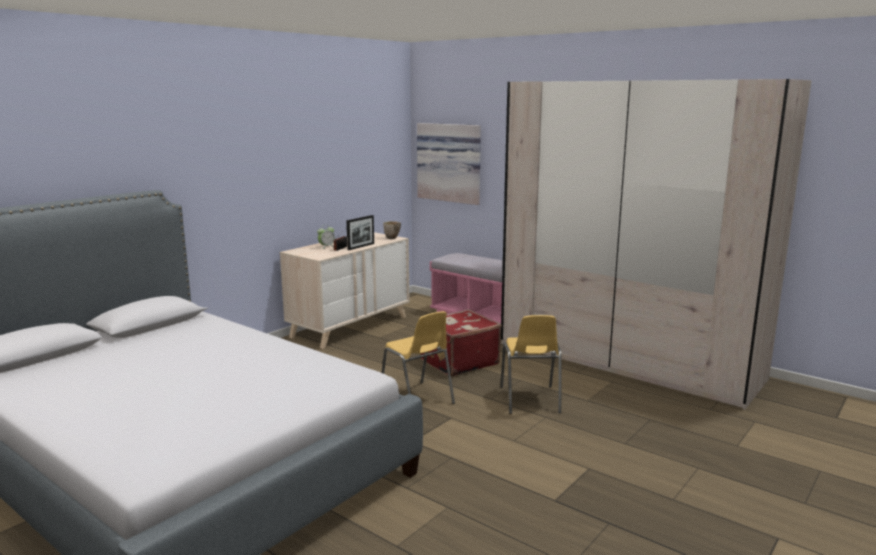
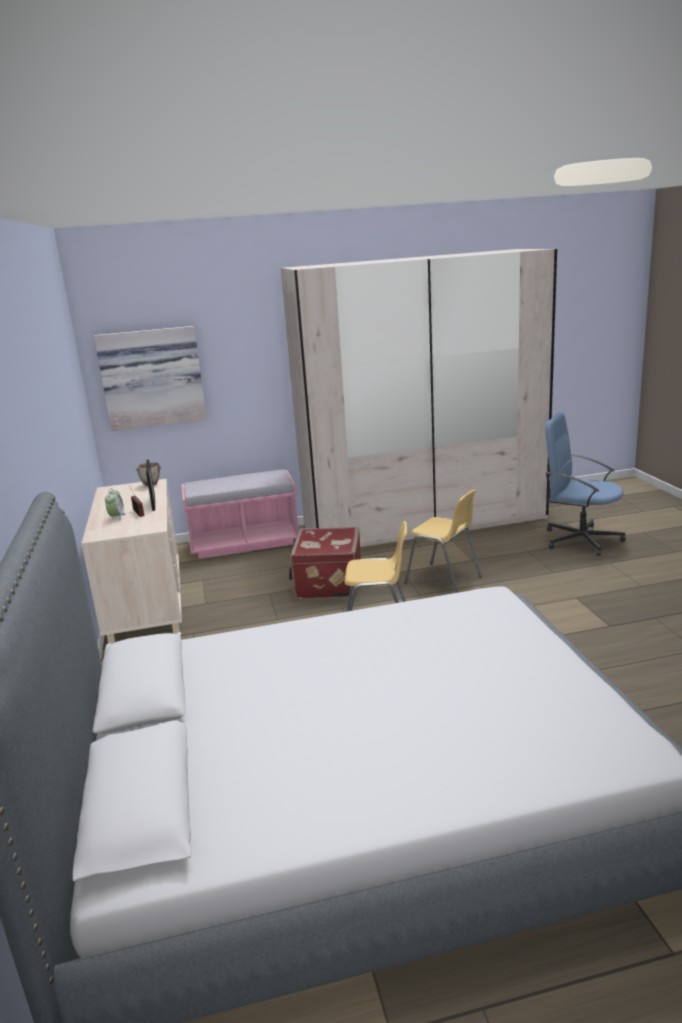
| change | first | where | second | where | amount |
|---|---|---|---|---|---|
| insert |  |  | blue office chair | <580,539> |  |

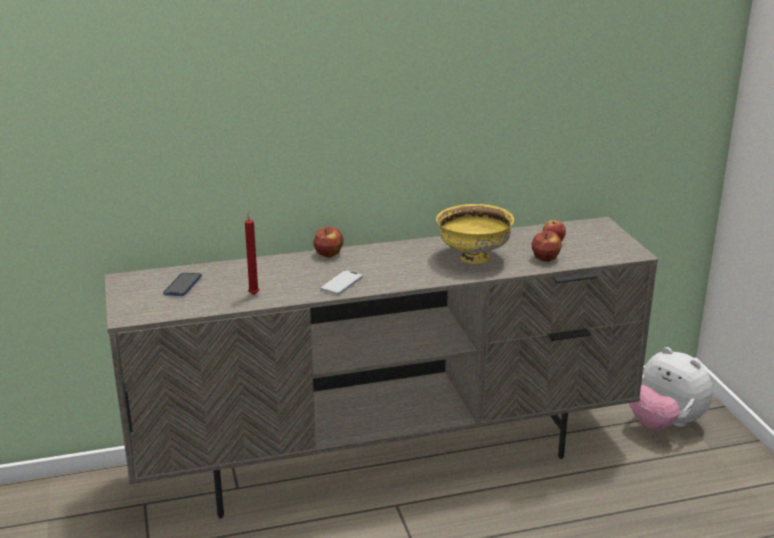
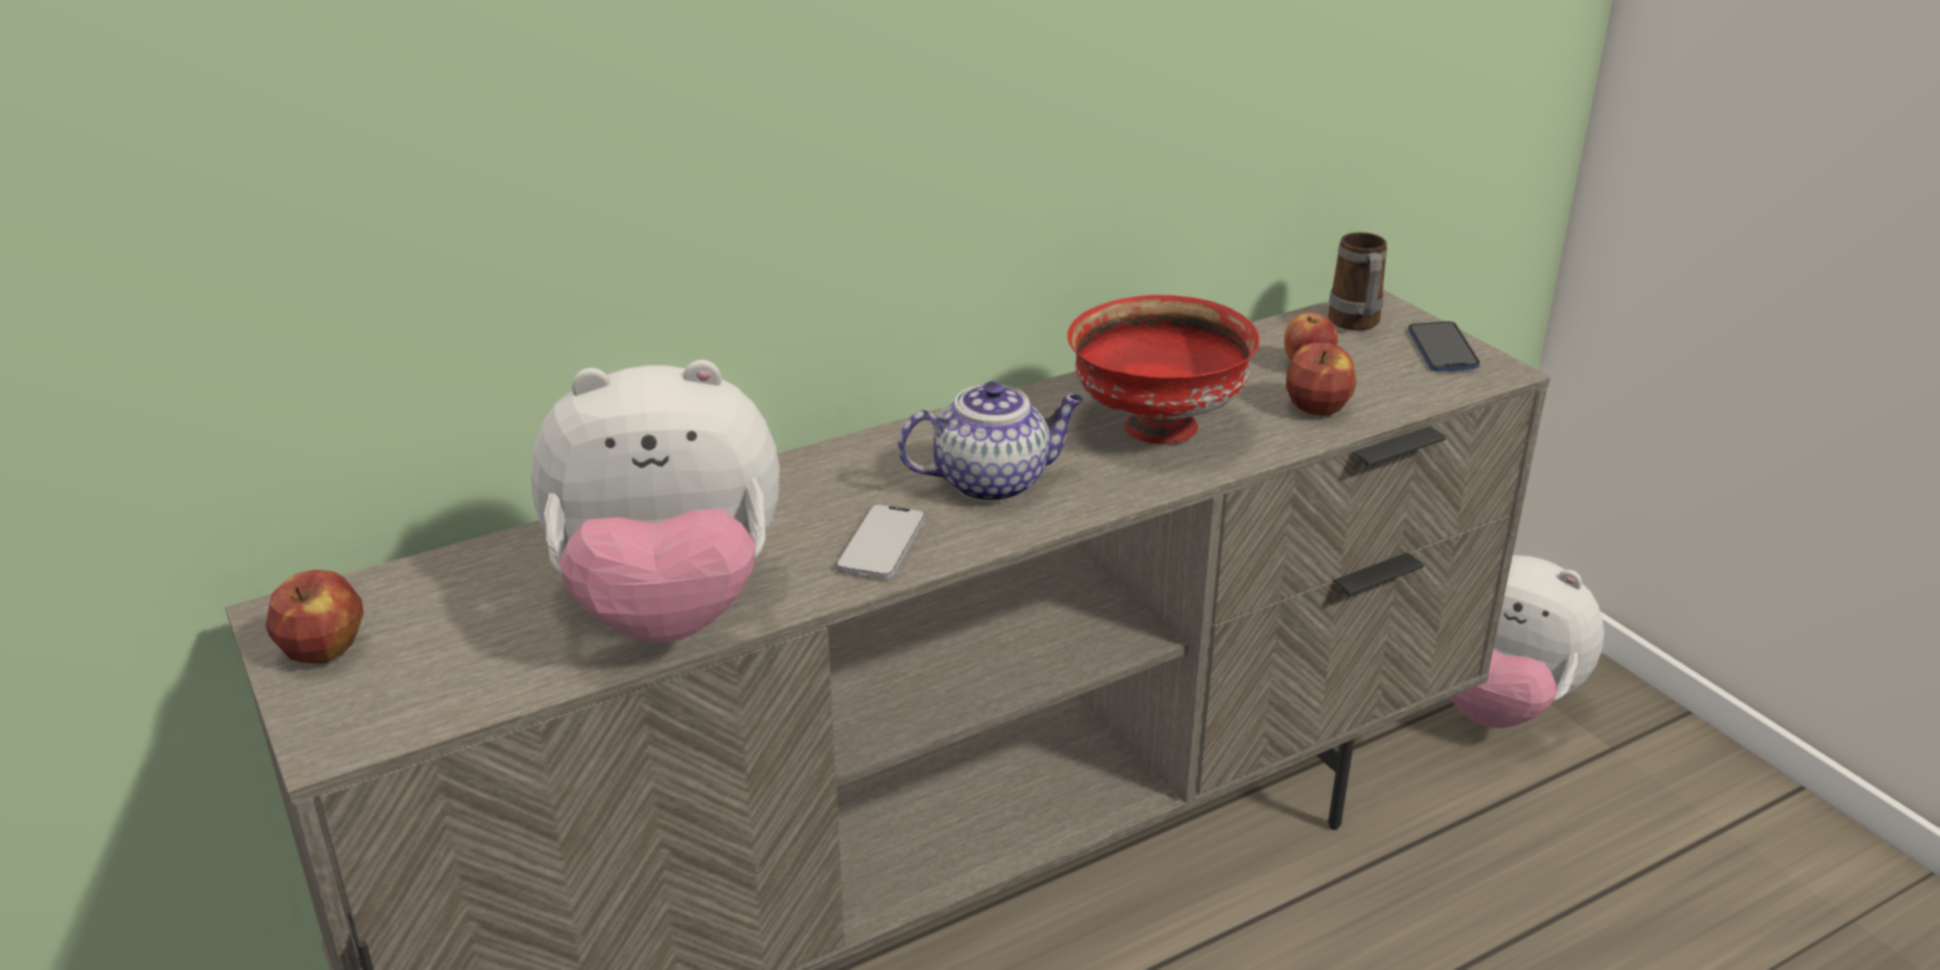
| change | first | where | second | where | amount |
|---|---|---|---|---|---|
| move | apple | <329,254> |  | <325,650> |  |
| replace | red candle | <254,294> | plush toy | <669,608> |  |
| insert |  |  | teapot | <993,481> |  |
| recolor | yellow bowl | <473,258> | red bowl | <1156,428> |  |
| insert |  |  | mug | <1356,325> |  |
| move | phone | <182,286> |  | <1442,349> |  |

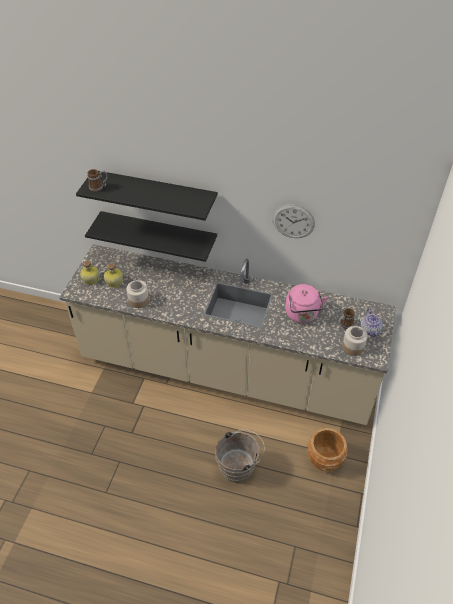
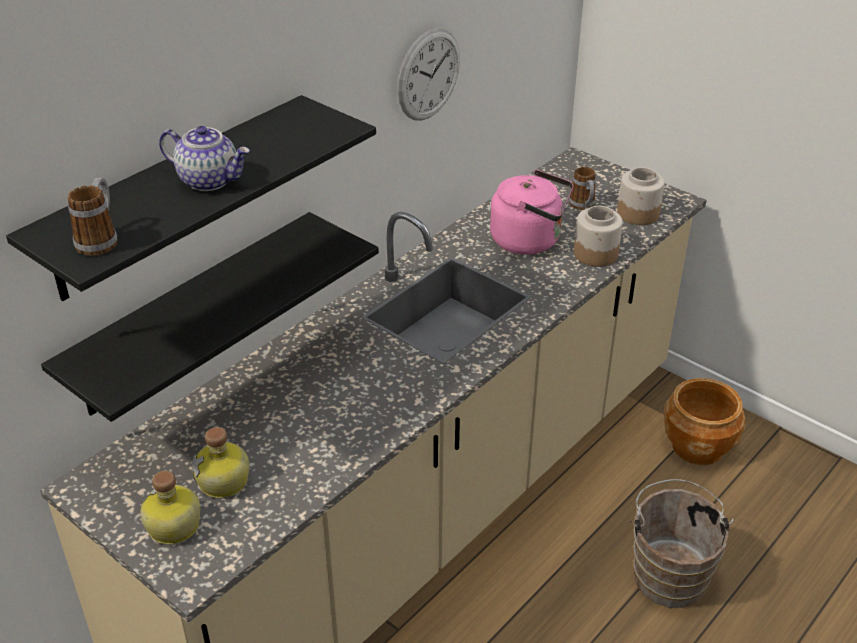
| change | first | where | second | where | amount |
|---|---|---|---|---|---|
| move | teapot | <370,330> |  | <210,180> |  |
| move | jar | <139,300> |  | <596,254> |  |

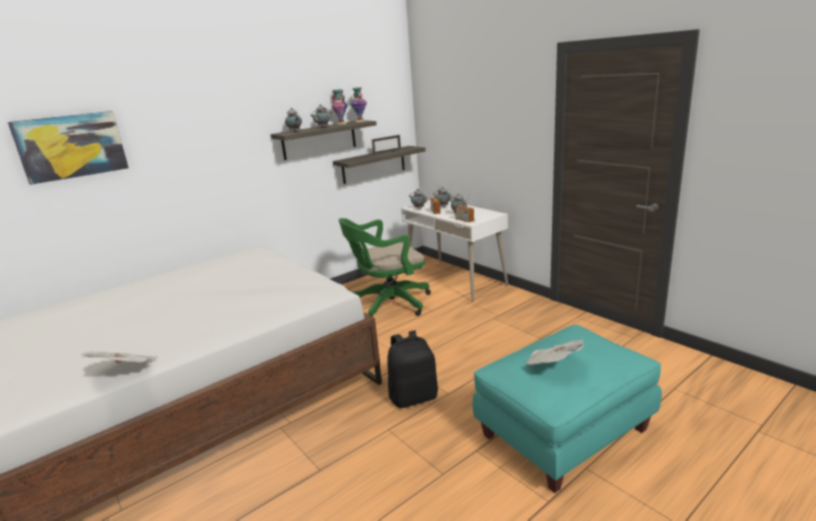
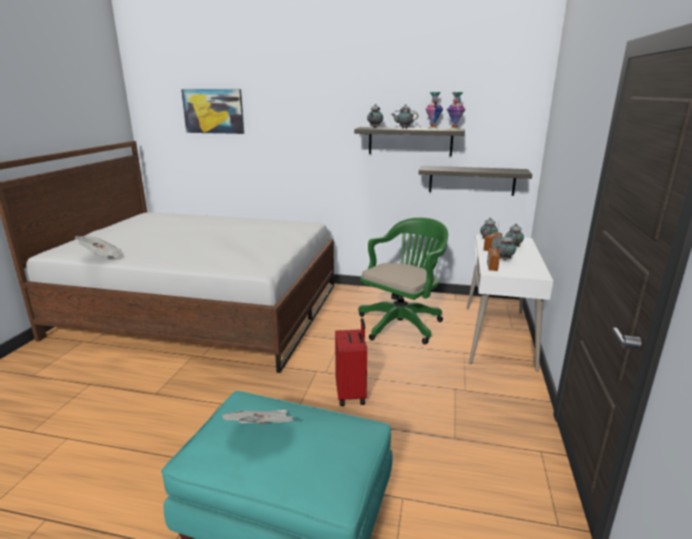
| change | first | where | second | where | amount |
|---|---|---|---|---|---|
| insert |  |  | red suitcase | <351,394> |  |
| rotate | green office chair | <388,304> |  | <402,323> | 105 degrees clockwise |
| delete | picture frame | <387,152> |  |  |  |
| delete | black backpack | <414,397> |  |  |  |

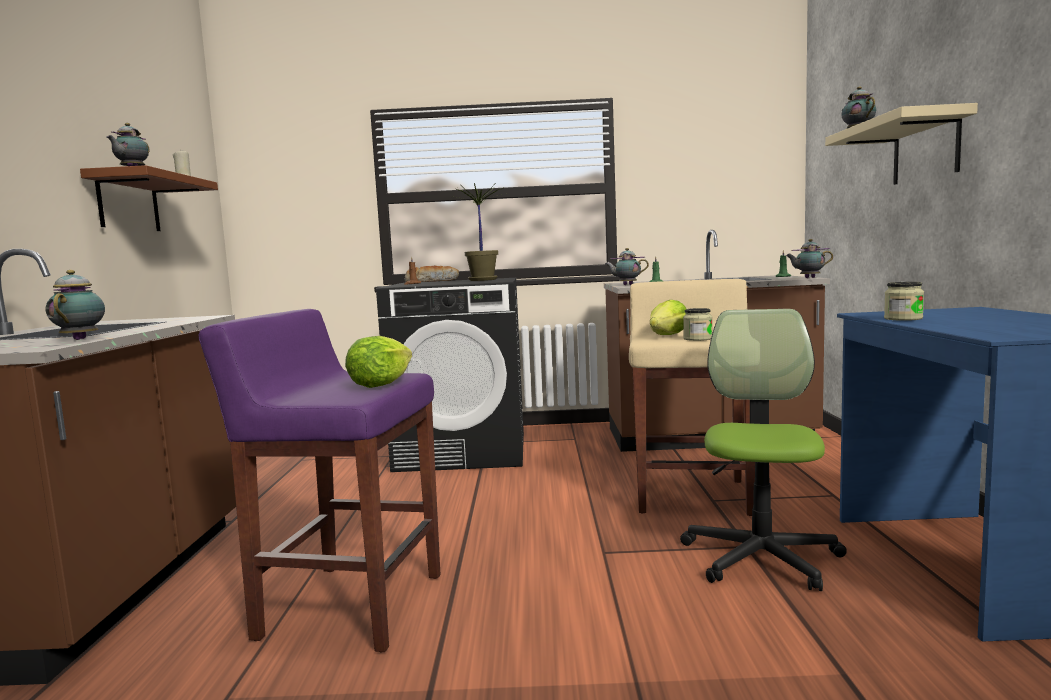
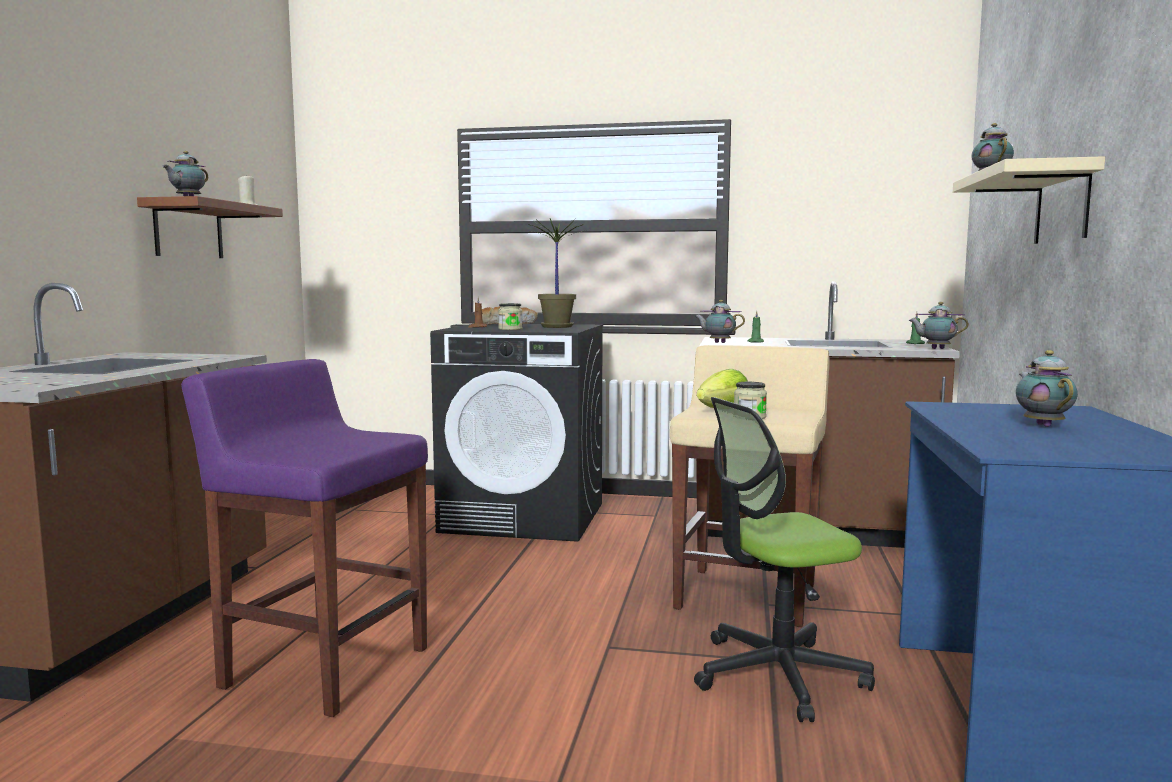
| change | first | where | second | where | amount |
|---|---|---|---|---|---|
| move | jar | <903,318> |  | <510,329> |  |
| rotate | office chair | <761,557> |  | <777,675> | 135 degrees counterclockwise |
| move | teapot | <82,339> |  | <1042,425> |  |
| delete | lettuce | <380,384> |  |  |  |

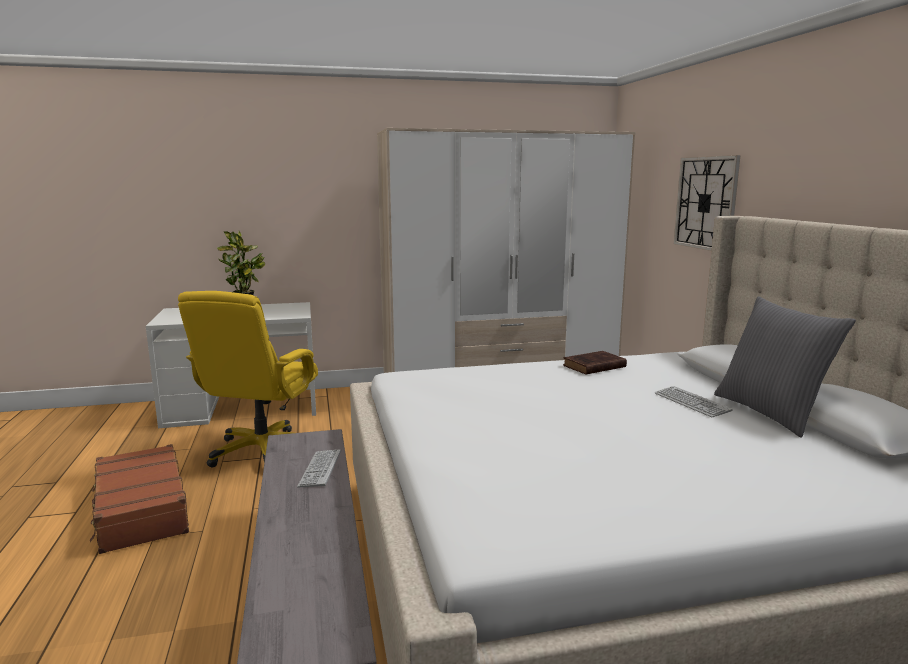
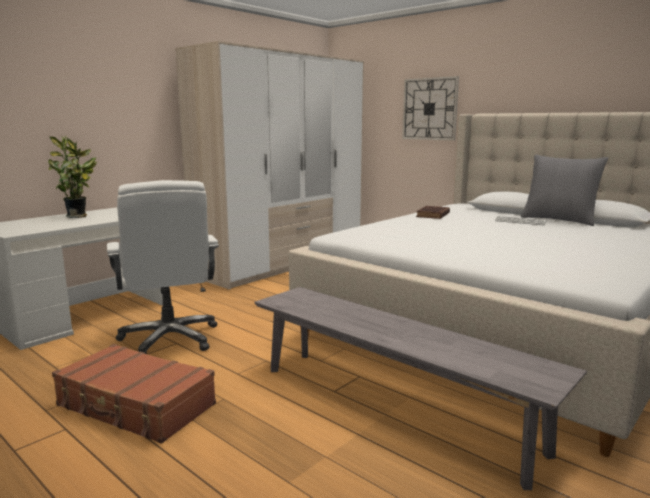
| change | first | where | second | where | amount |
|---|---|---|---|---|---|
| recolor | yellow office chair | <262,451> | white office chair | <170,339> |  |
| delete | keyboard | <320,469> |  |  |  |

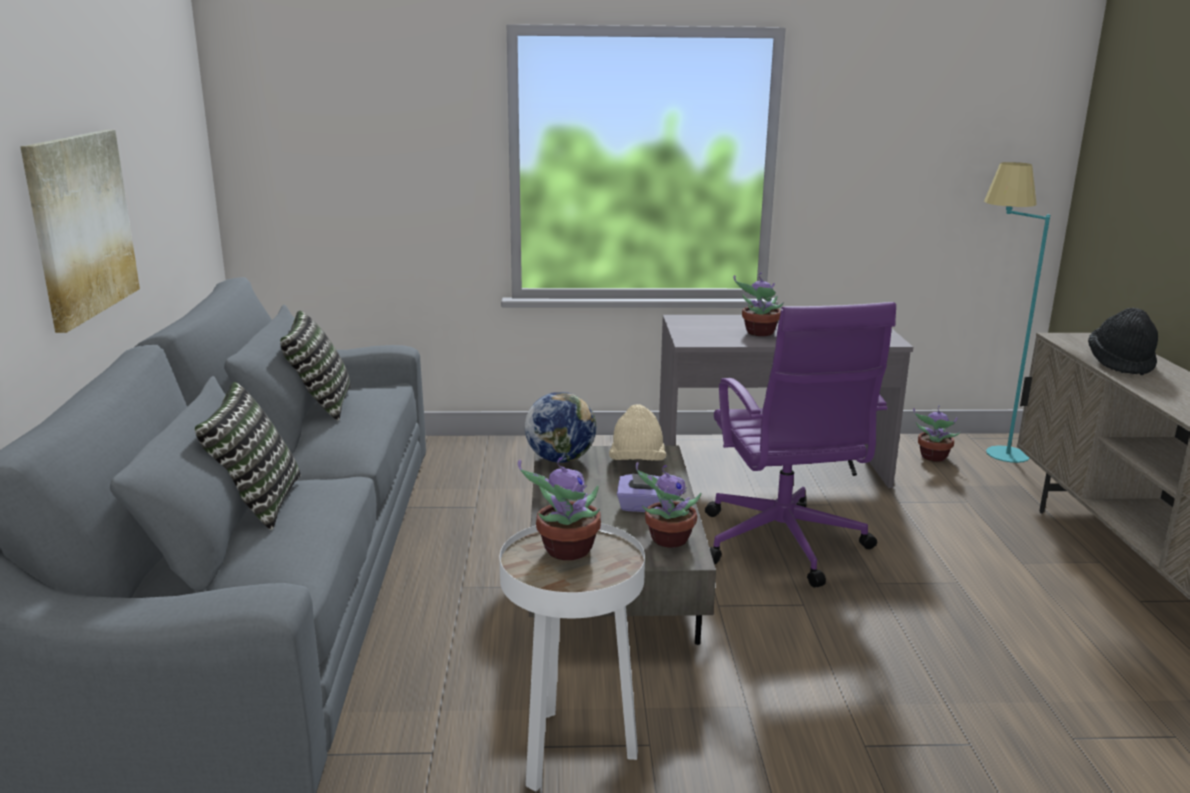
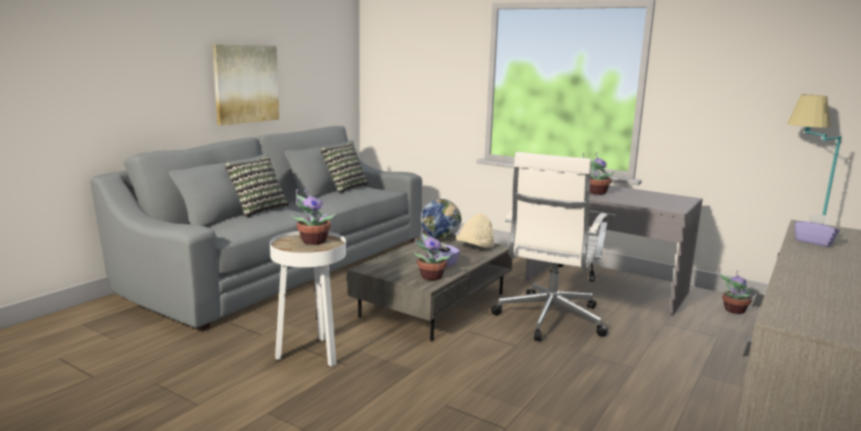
| change | first | where | second | where | amount |
|---|---|---|---|---|---|
| recolor | purple office chair | <783,545> | white office chair | <549,320> |  |
| replace | black hat | <1120,364> | purple tissue box | <814,242> |  |

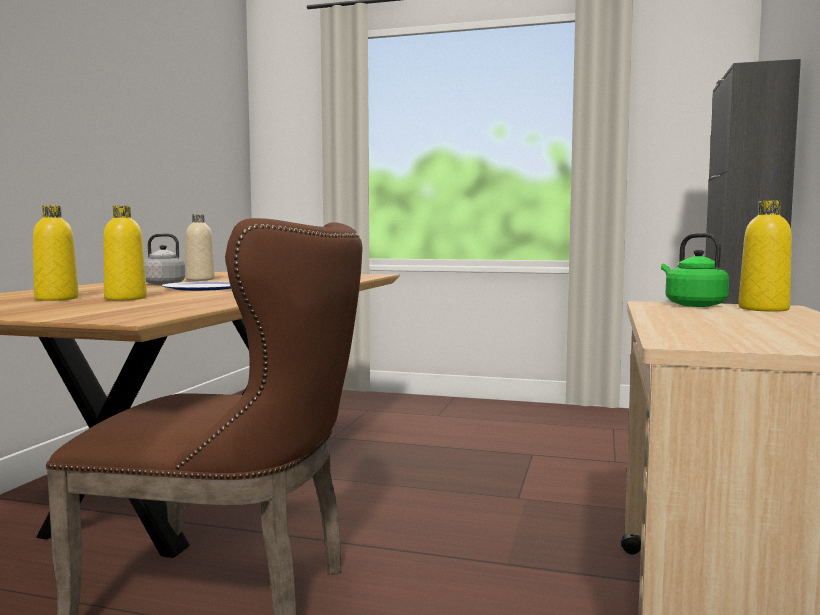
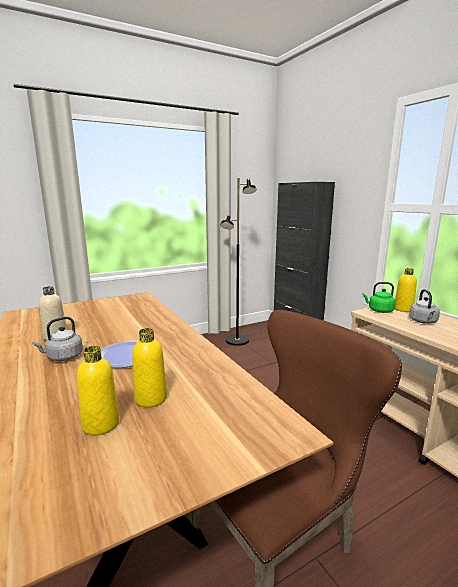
| change | first | where | second | where | amount |
|---|---|---|---|---|---|
| insert |  |  | black floor lamp | <237,341> |  |
| insert |  |  | grey kettle | <423,322> |  |

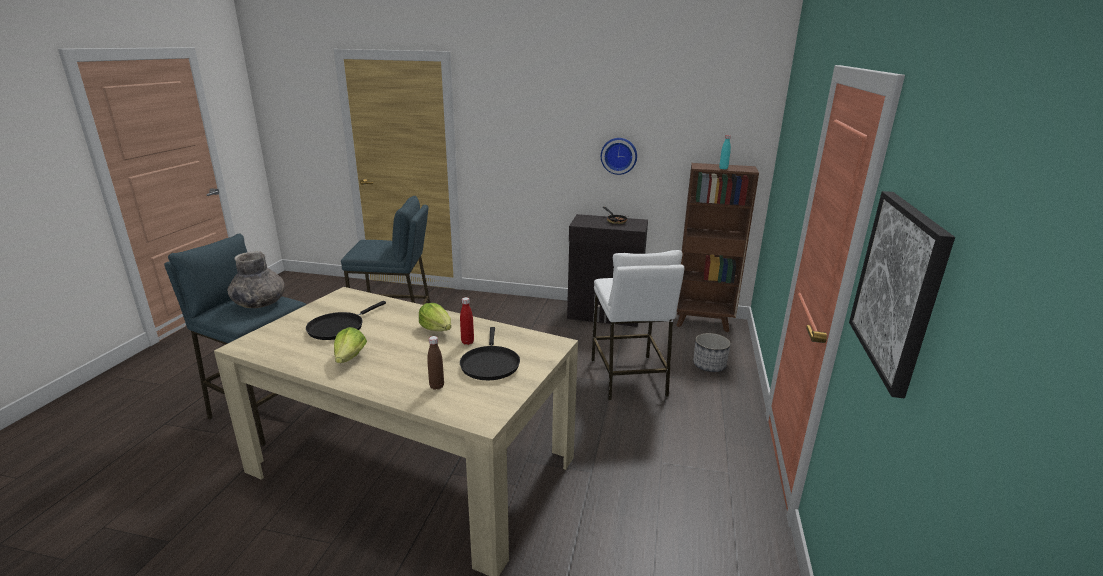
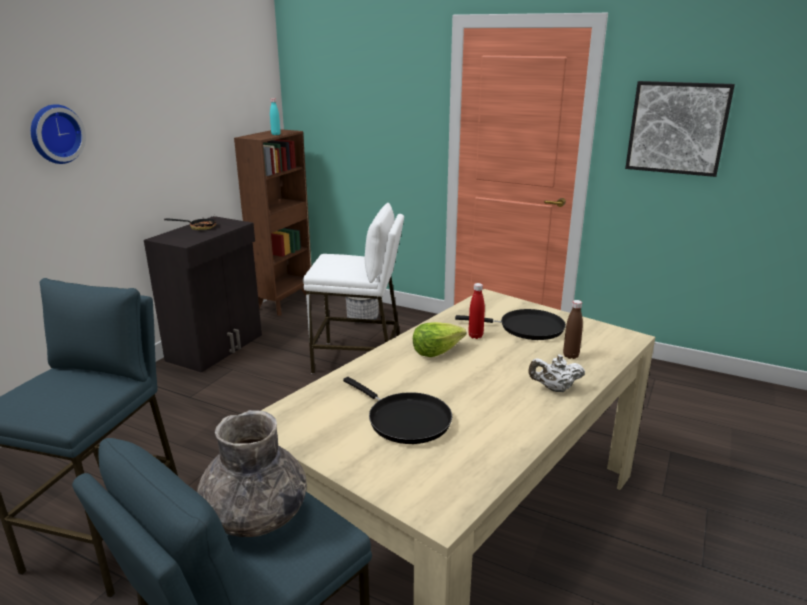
| change | first | where | second | where | amount |
|---|---|---|---|---|---|
| move | wall clock | <619,155> |  | <55,134> |  |
| insert |  |  | white teapot | <554,389> |  |
| delete | lettuce | <350,358> |  |  |  |

